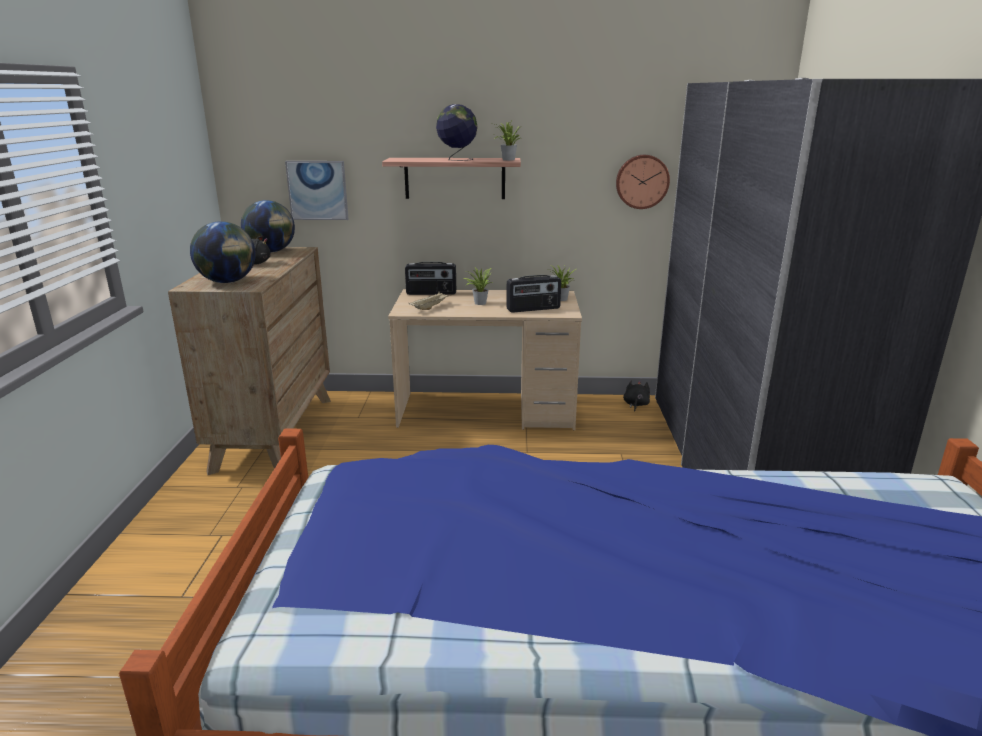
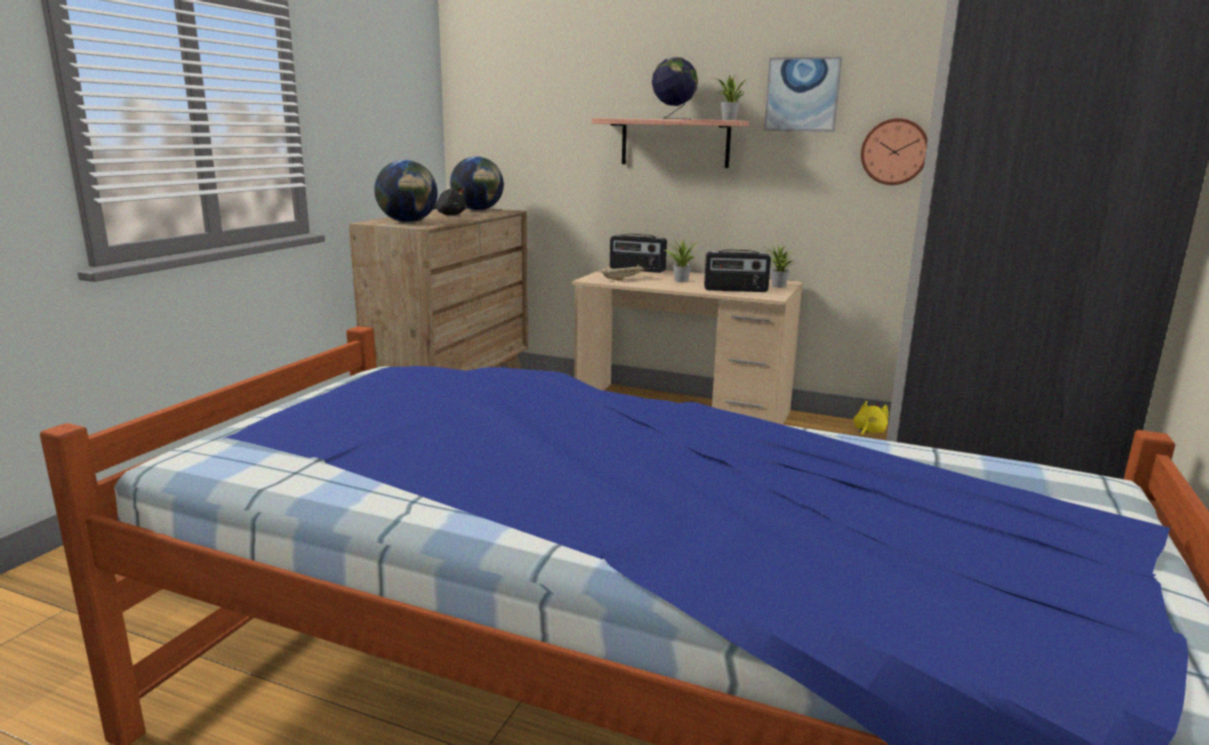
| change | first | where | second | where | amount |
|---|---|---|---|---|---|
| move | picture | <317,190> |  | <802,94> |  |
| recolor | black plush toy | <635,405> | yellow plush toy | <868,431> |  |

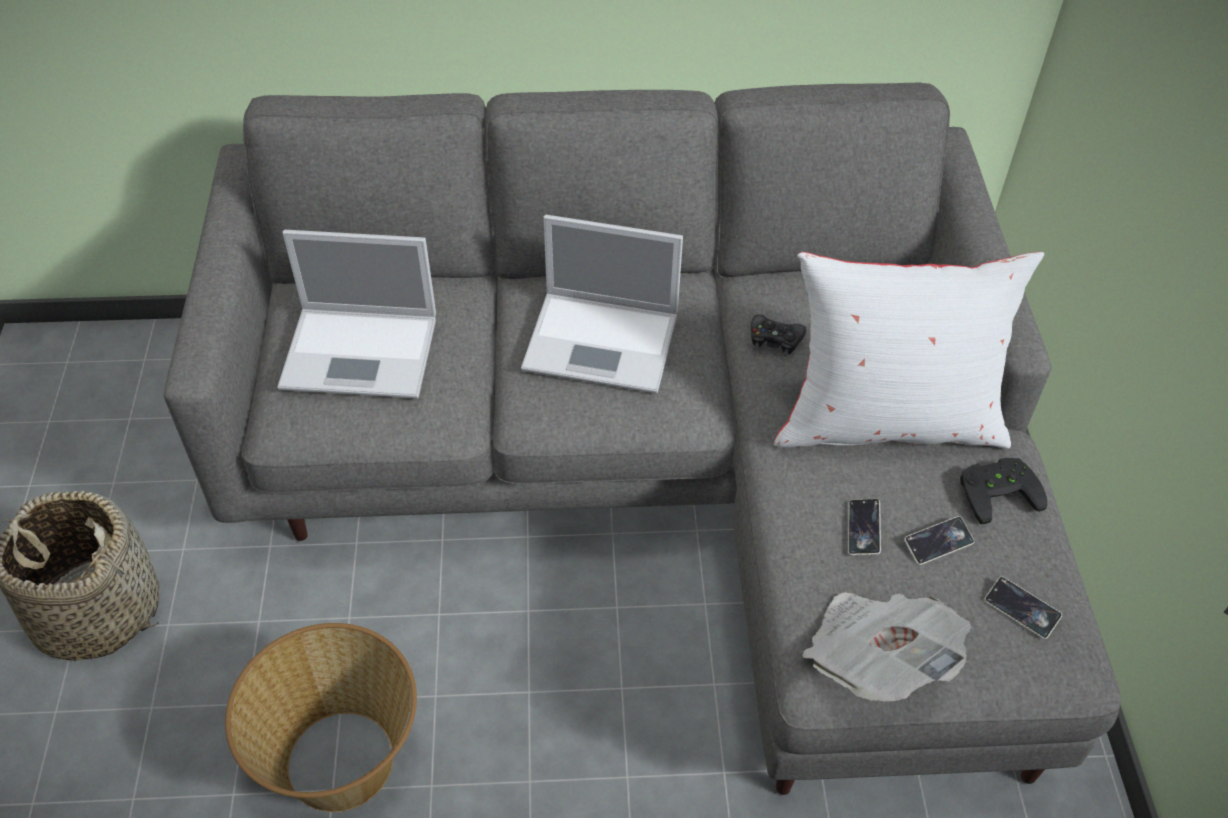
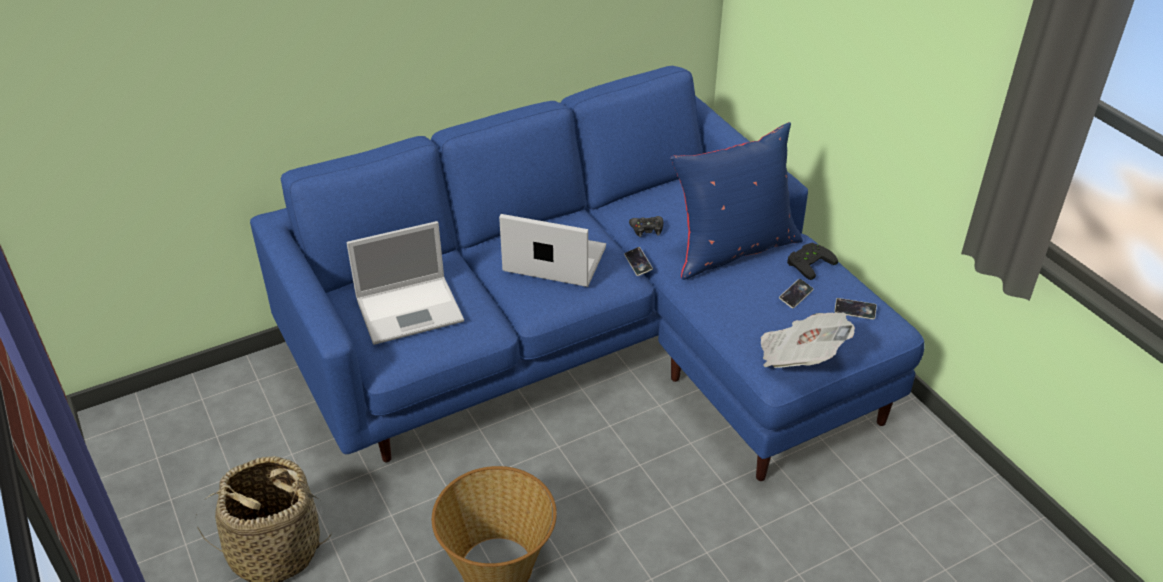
| change | first | where | second | where | amount |
|---|---|---|---|---|---|
| recolor | grey sofa | <659,475> | blue sofa | <589,349> |  |
| rotate | laptop | <604,342> |  | <552,260> | 150 degrees counterclockwise |
| move | phone | <863,529> |  | <638,263> |  |
| recolor | white pillow | <887,421> | blue pillow | <732,249> |  |

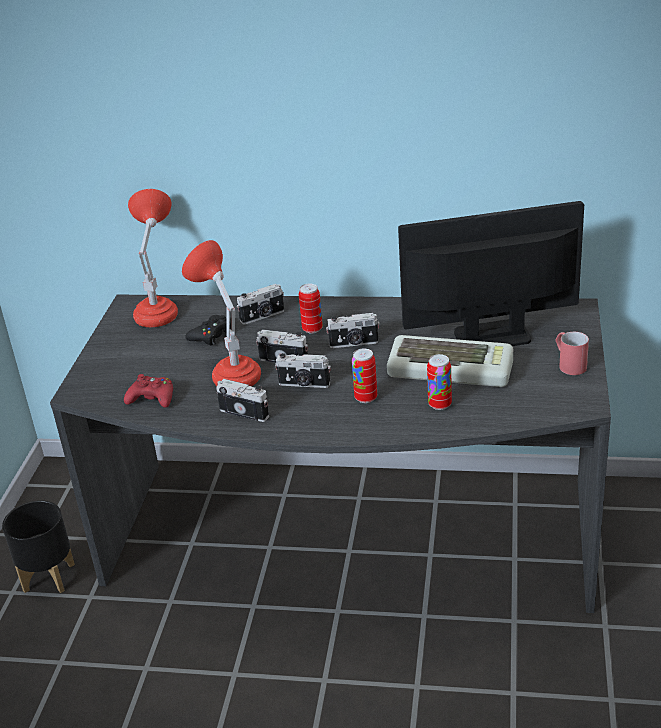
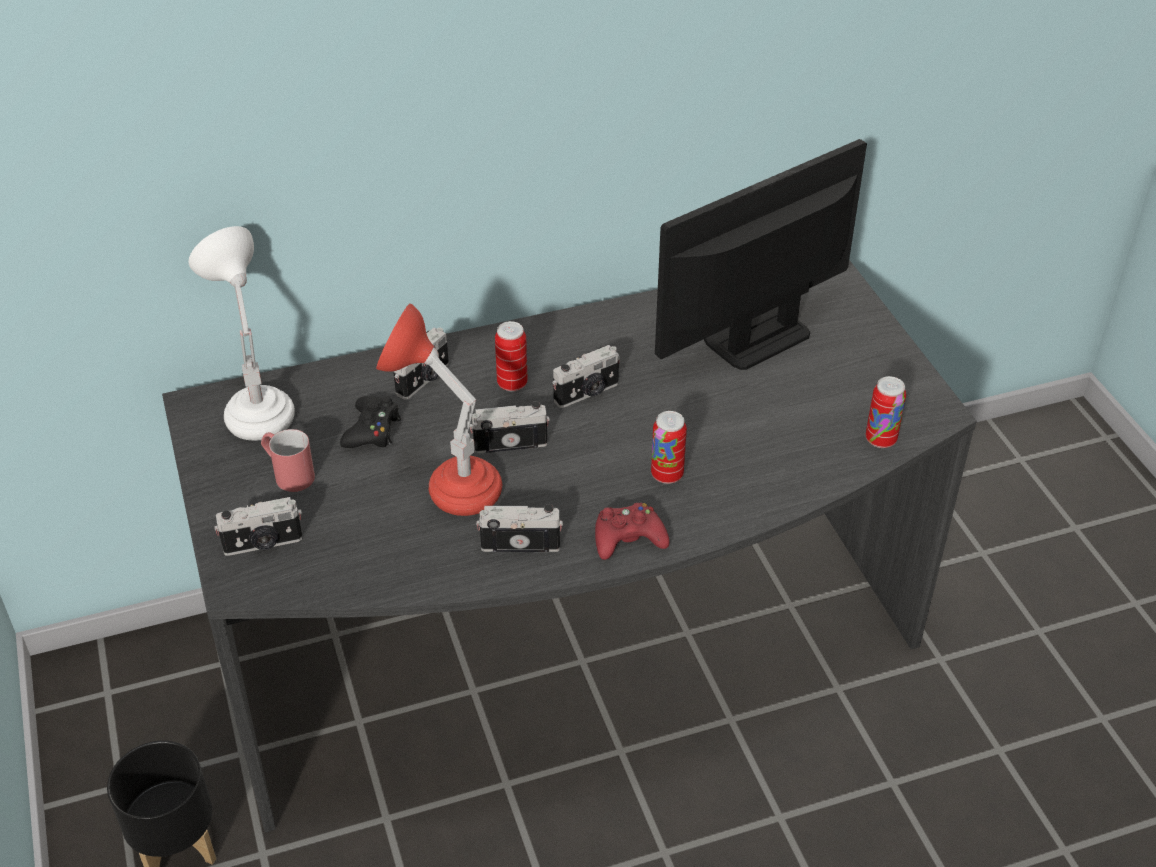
| change | first | where | second | where | amount |
|---|---|---|---|---|---|
| recolor | red table lamp | <159,310> | white table lamp | <255,405> |  |
| move | photo camera | <304,384> |  | <263,544> |  |
| move | red mug | <568,364> |  | <288,473> |  |
| move | red game controller | <152,398> |  | <628,538> |  |
| move | can | <439,404> |  | <880,440> |  |
| delete | keyboard | <452,369> |  |  |  |

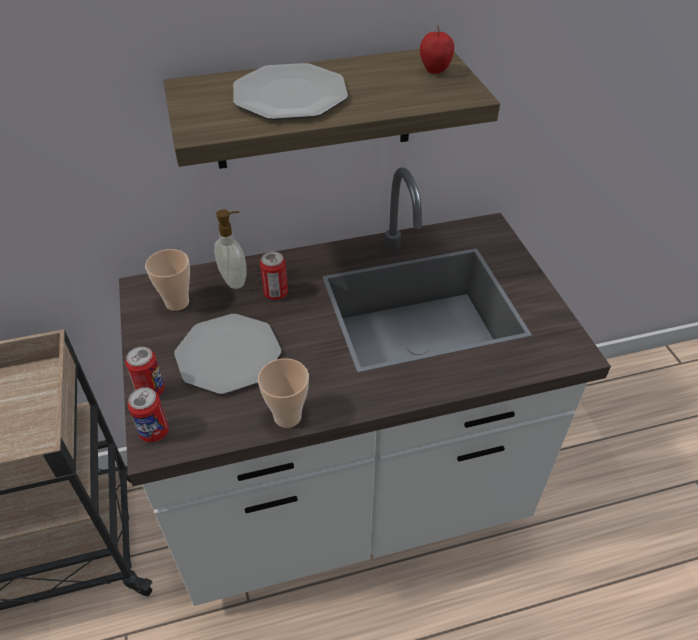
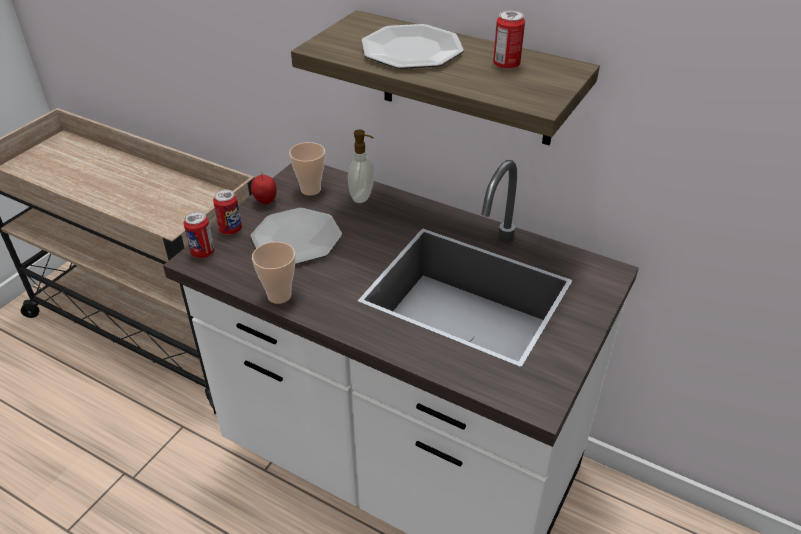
| change | first | where | second | where | amount |
|---|---|---|---|---|---|
| move | apple | <434,71> |  | <265,202> |  |
| move | can | <276,293> |  | <506,65> |  |

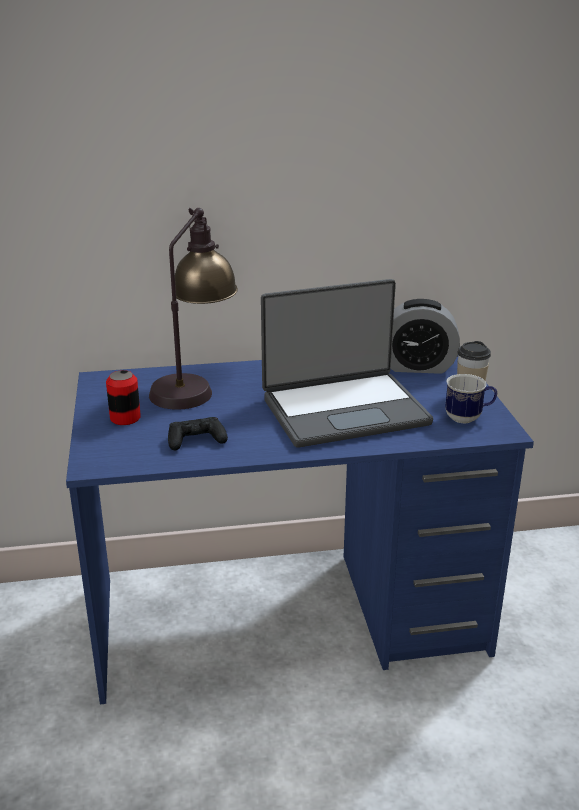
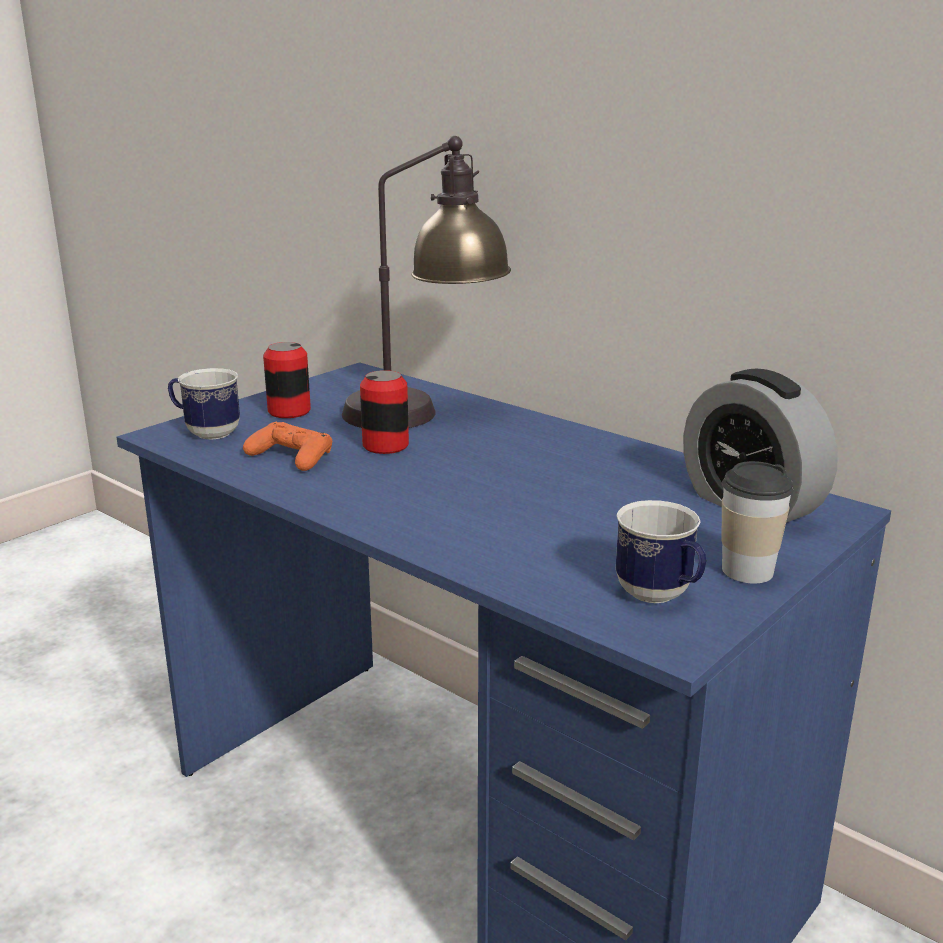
| change | first | where | second | where | amount |
|---|---|---|---|---|---|
| insert |  |  | mug | <206,432> |  |
| recolor | black game controller | <196,440> | orange game controller | <291,456> |  |
| insert |  |  | can | <385,445> |  |
| delete | laptop | <344,410> |  |  |  |

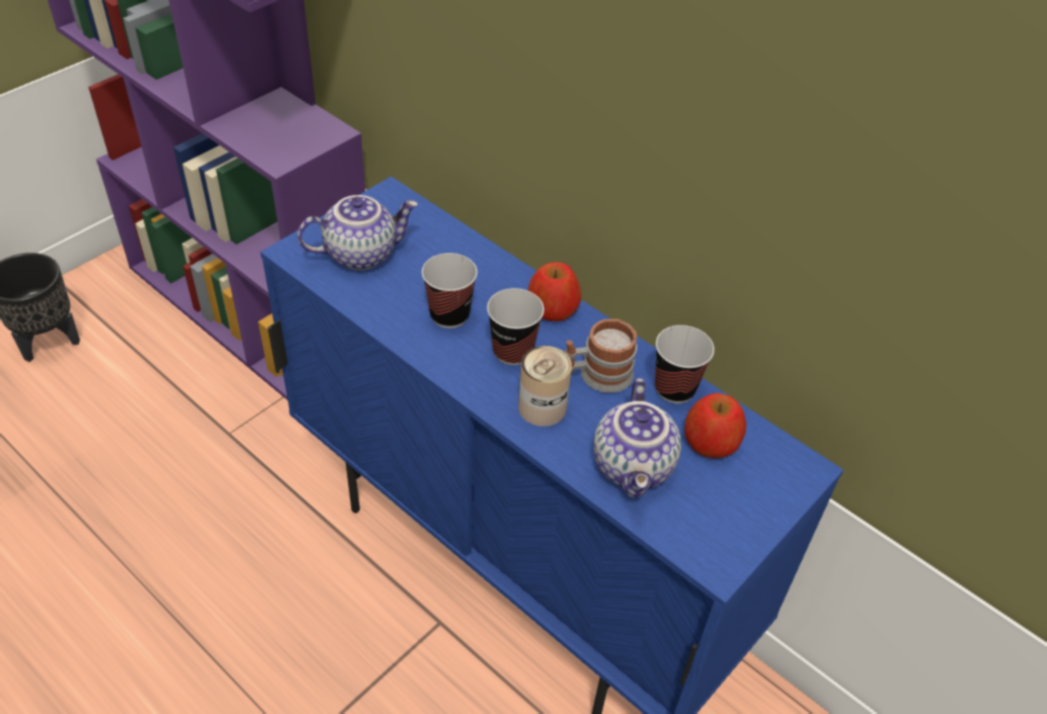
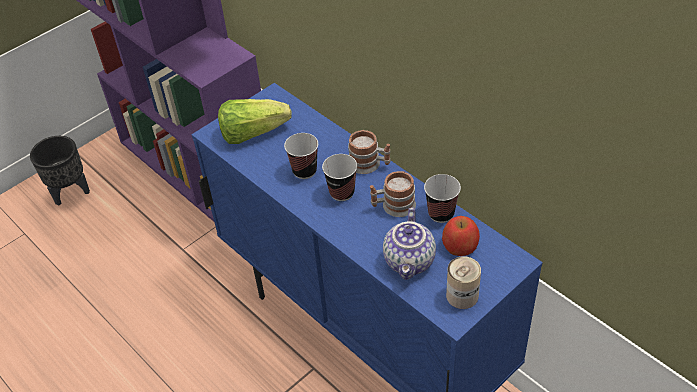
| change | first | where | second | where | amount |
|---|---|---|---|---|---|
| replace | teapot | <361,253> | lettuce | <252,133> |  |
| replace | apple | <553,307> | mug | <369,164> |  |
| move | can | <542,407> |  | <462,295> |  |

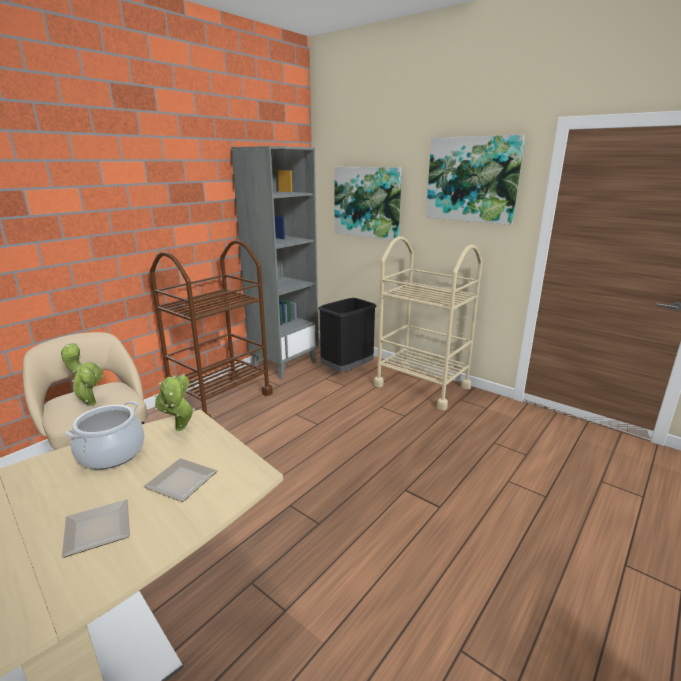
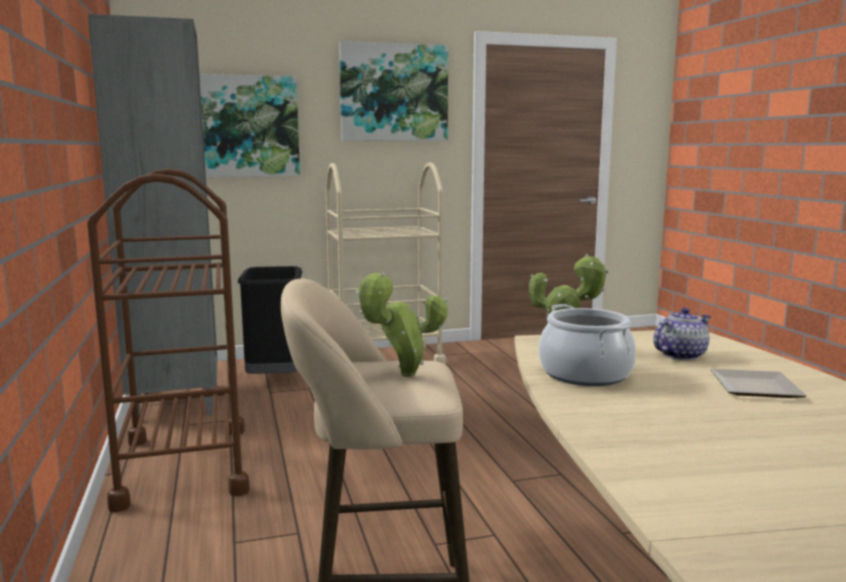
| change | first | where | second | where | amount |
|---|---|---|---|---|---|
| replace | plate | <181,480> | teapot | <680,355> |  |

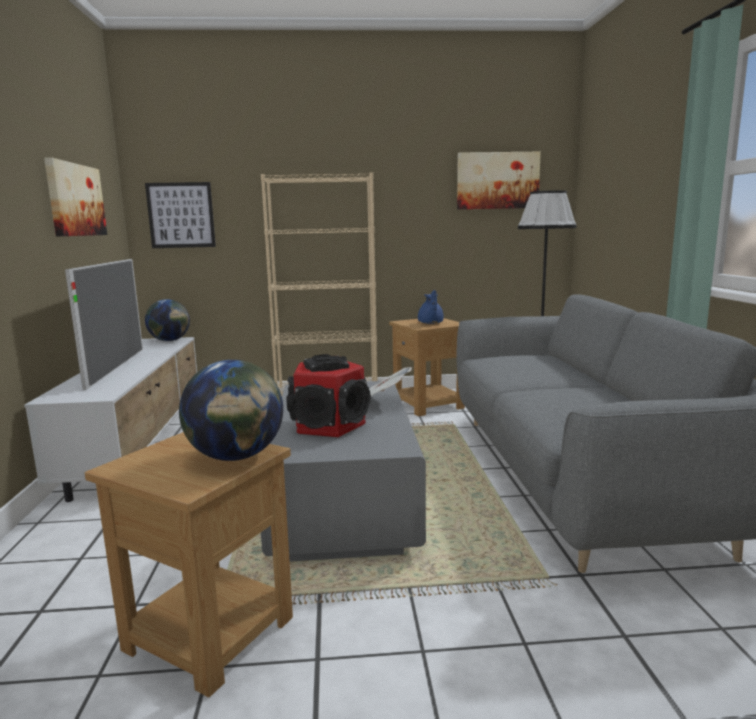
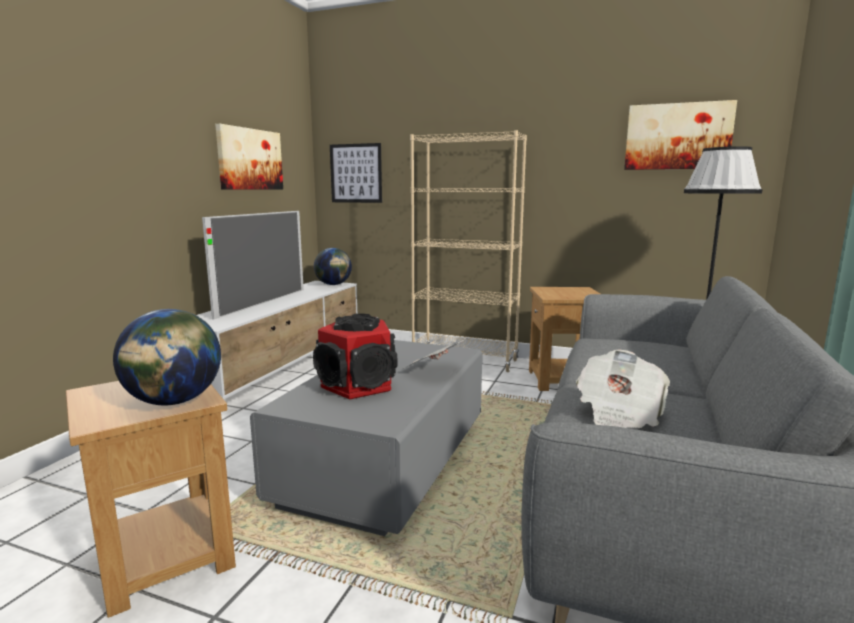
| change | first | where | second | where | amount |
|---|---|---|---|---|---|
| insert |  |  | newspaper | <618,413> |  |
| delete | blue teapot | <430,323> |  |  |  |

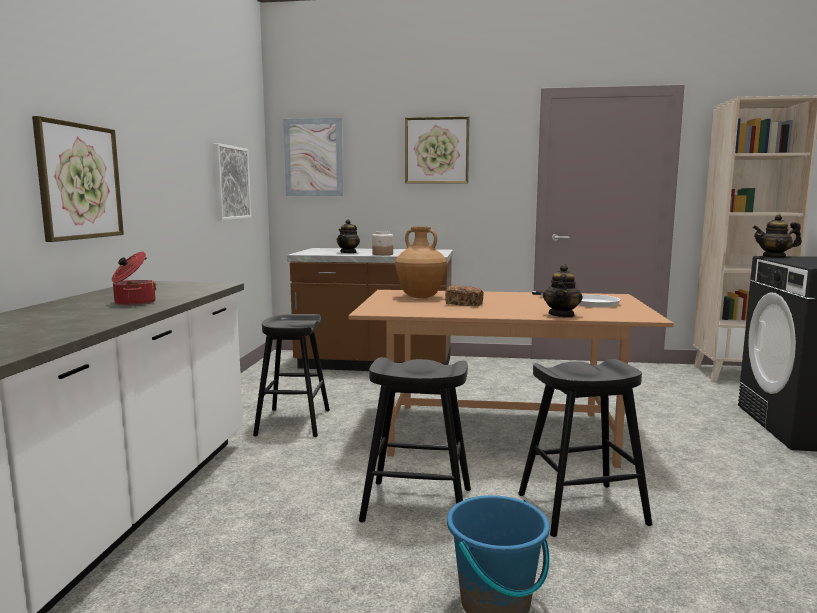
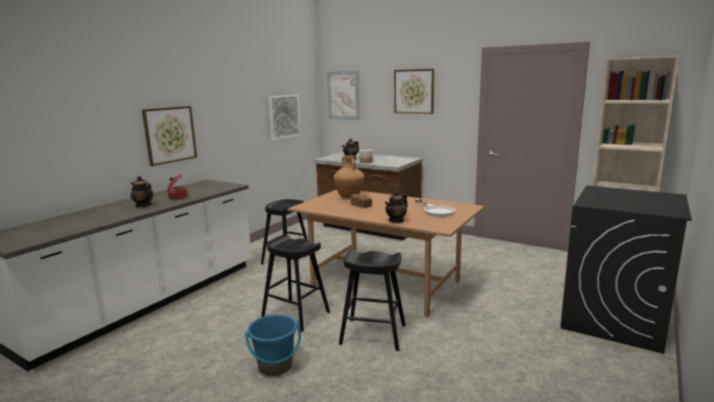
| change | first | where | second | where | amount |
|---|---|---|---|---|---|
| move | teapot | <774,257> |  | <143,205> |  |

